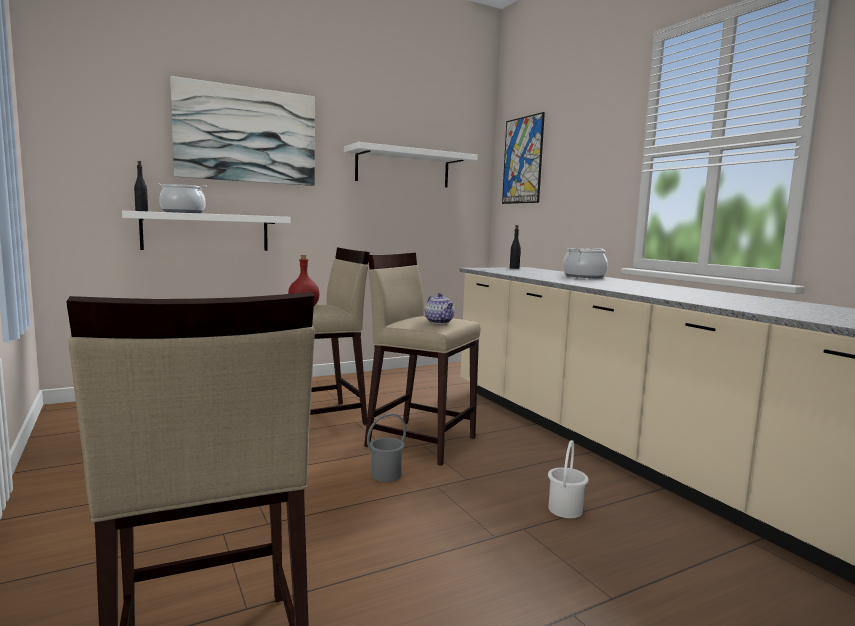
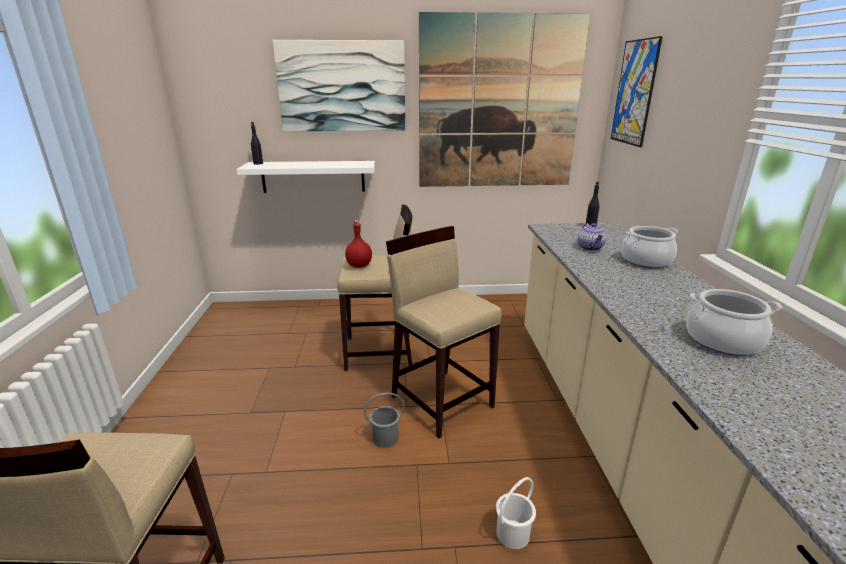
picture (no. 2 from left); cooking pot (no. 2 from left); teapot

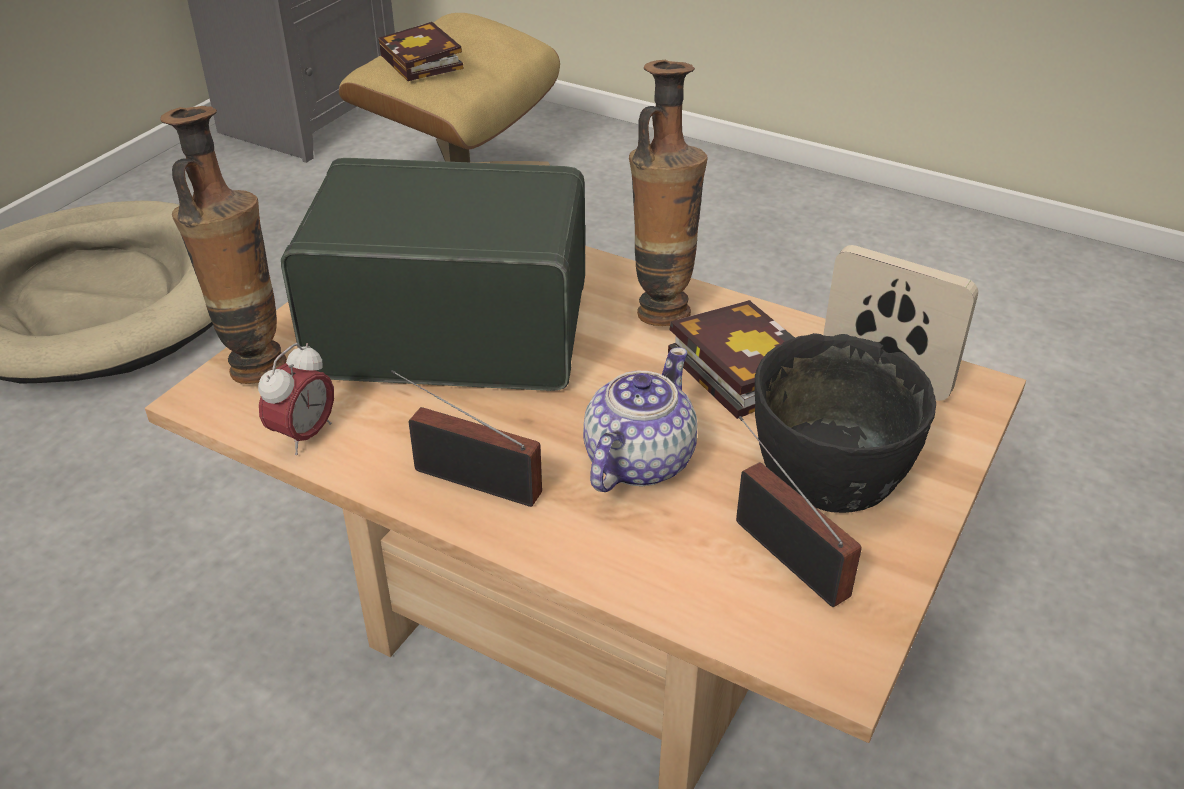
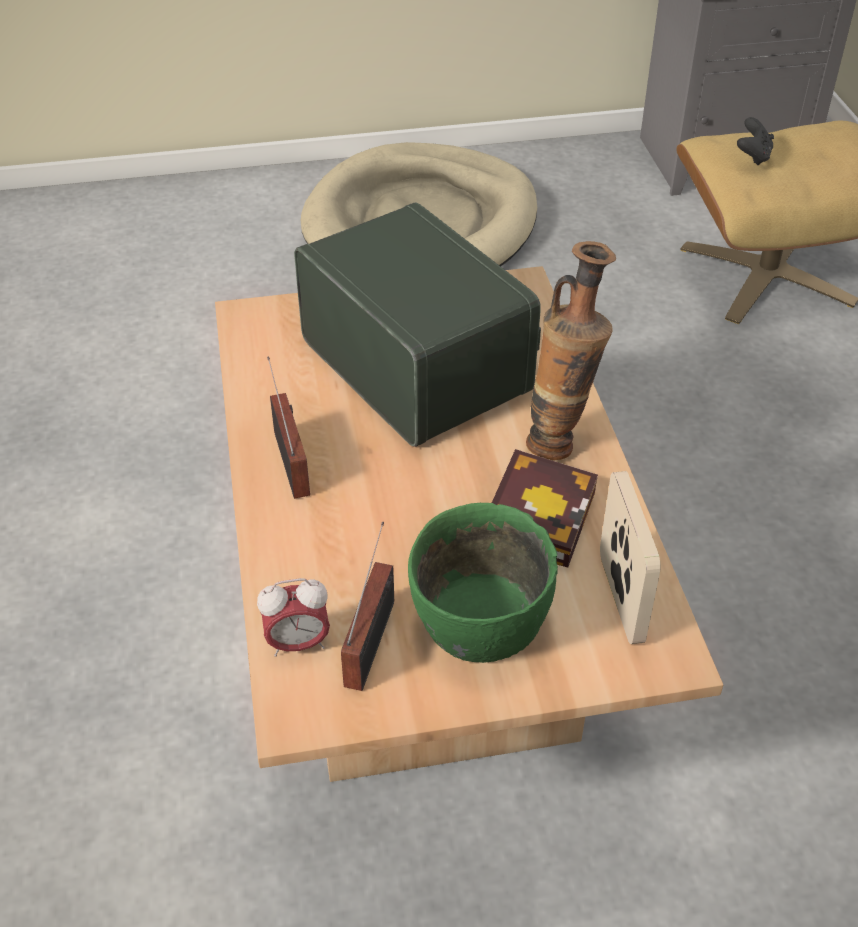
black game controller; vase (no. 1 from left in the first image); green bowl; alarm clock; teapot

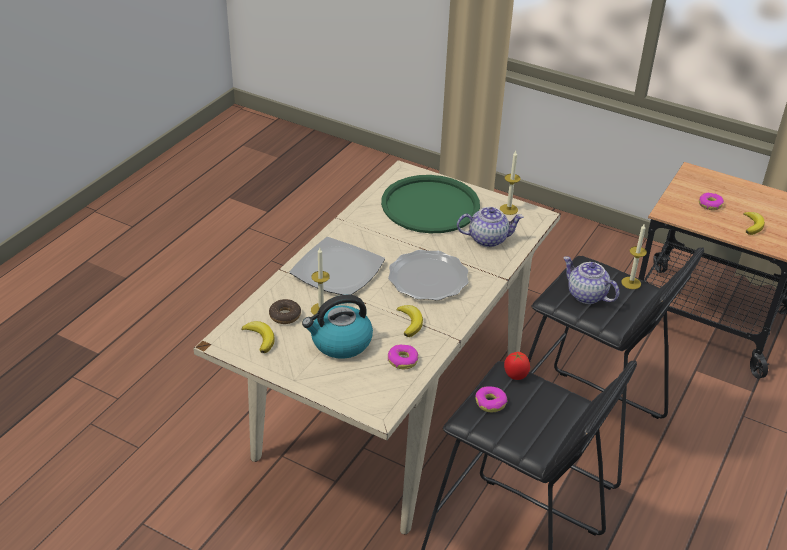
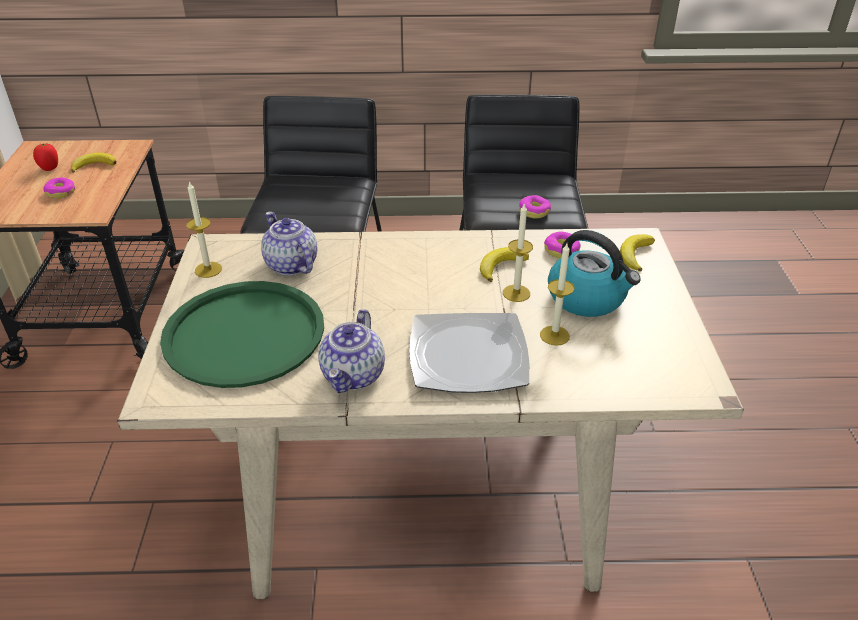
candle (no. 2 from left); plate (no. 2 from left in the first image); teapot (no. 2 from left); donut (no. 1 from left in the first image); banana (no. 3 from left); tomato

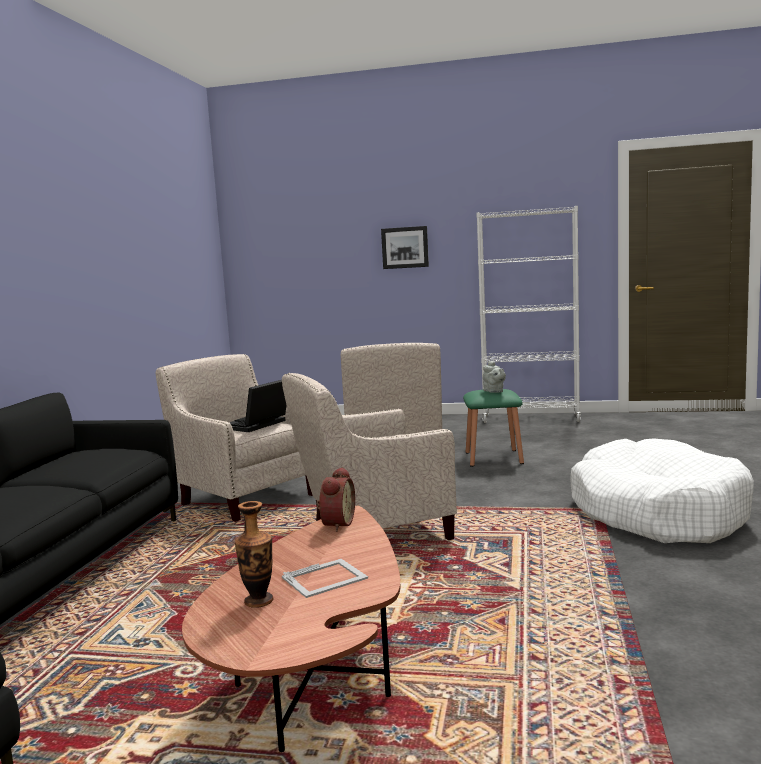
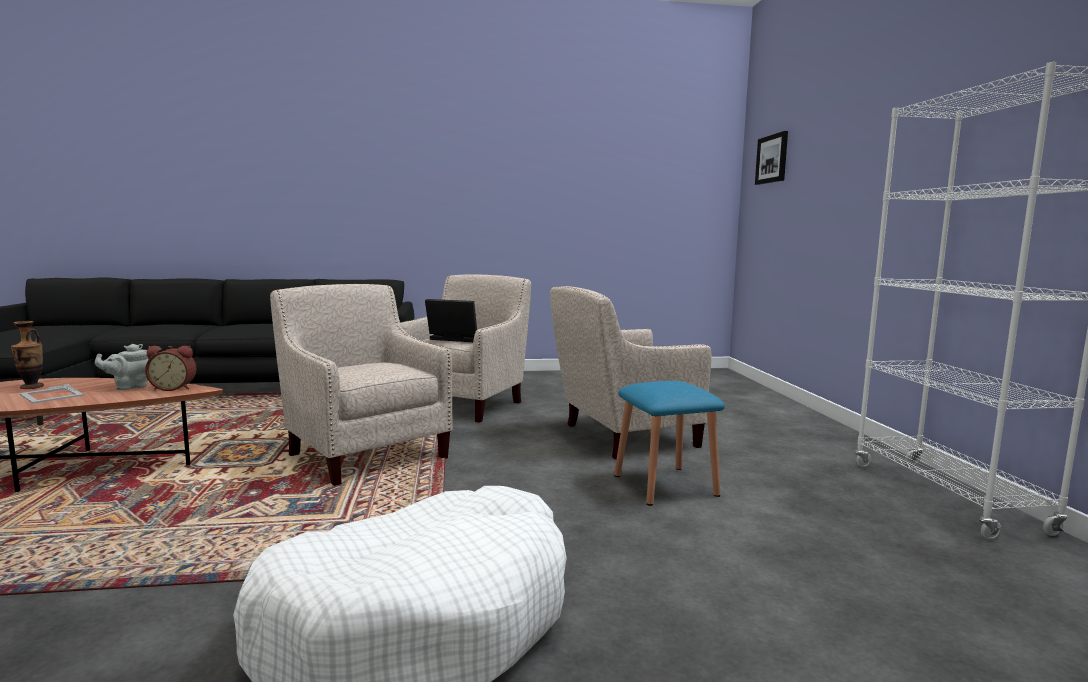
picture; grey teapot; blue stool

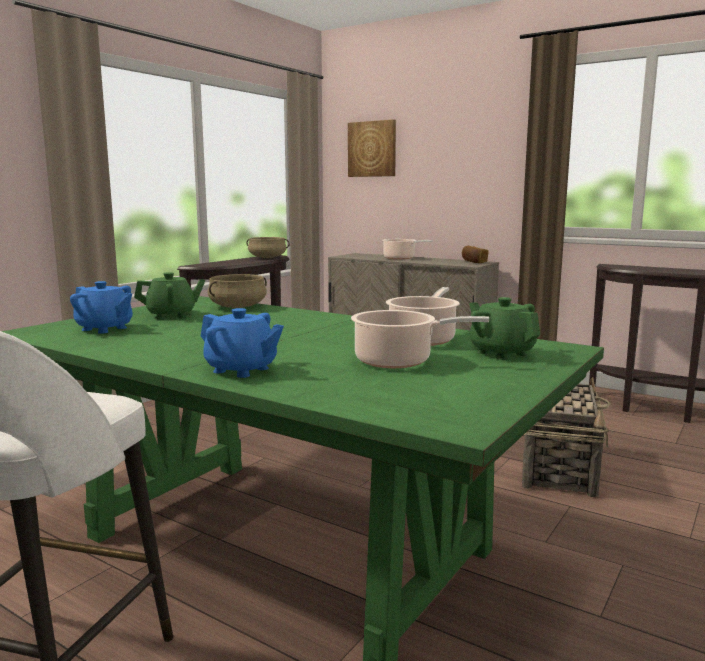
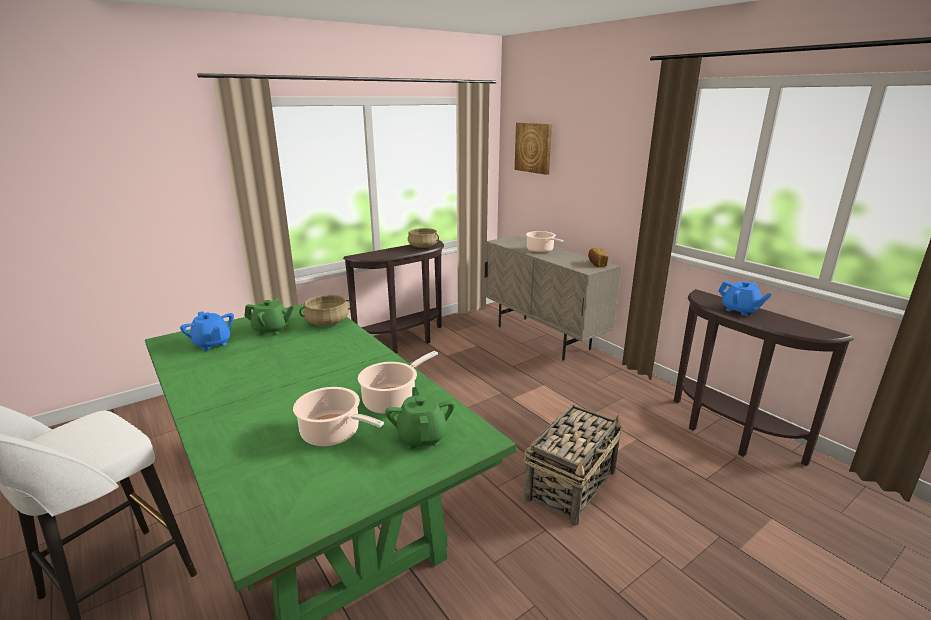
blue teapot (no. 2 from left)

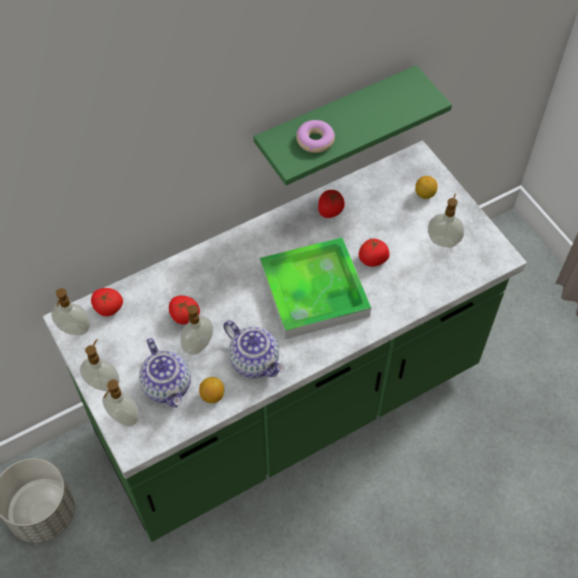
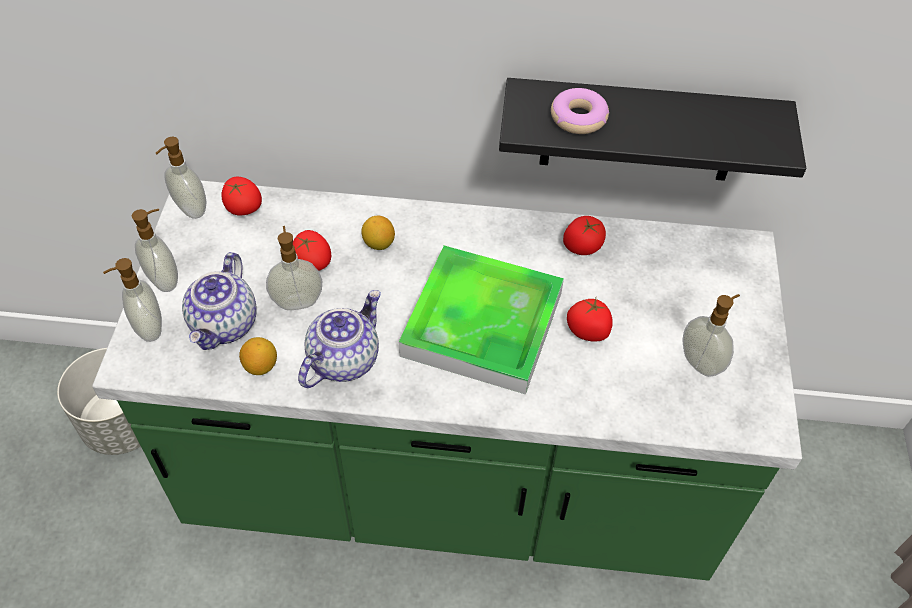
black shelf; lemon (no. 2 from left); teapot (no. 2 from left)

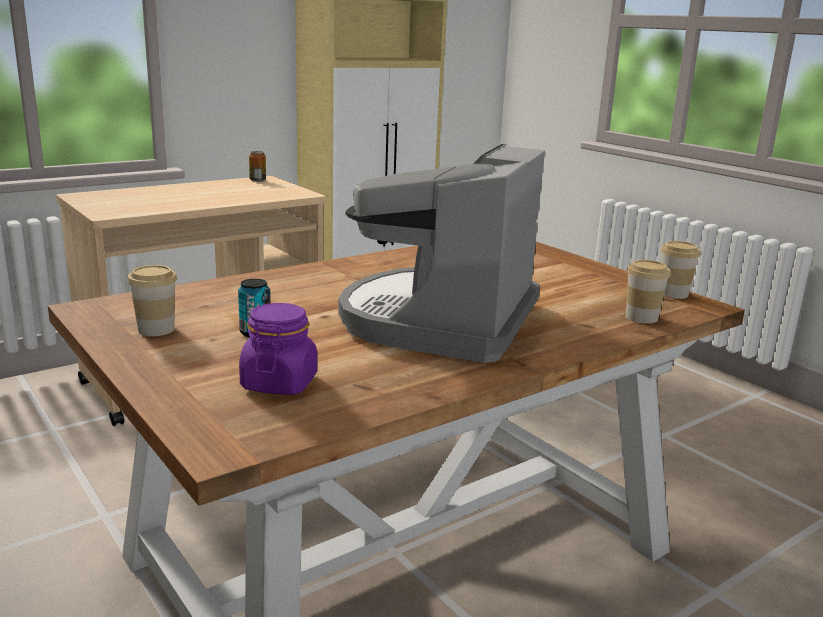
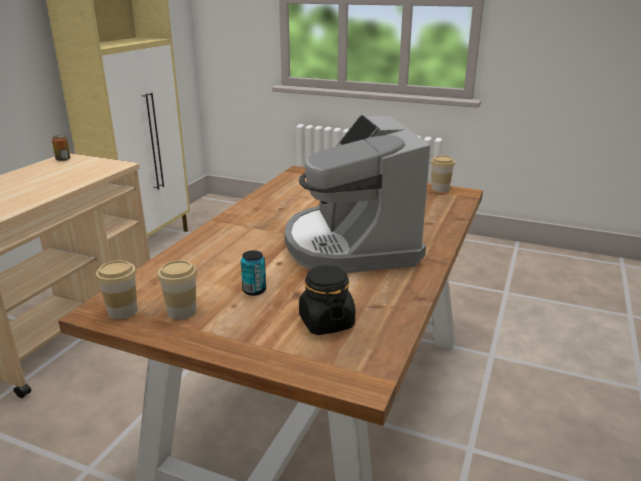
cup (no. 1 from left); black jar

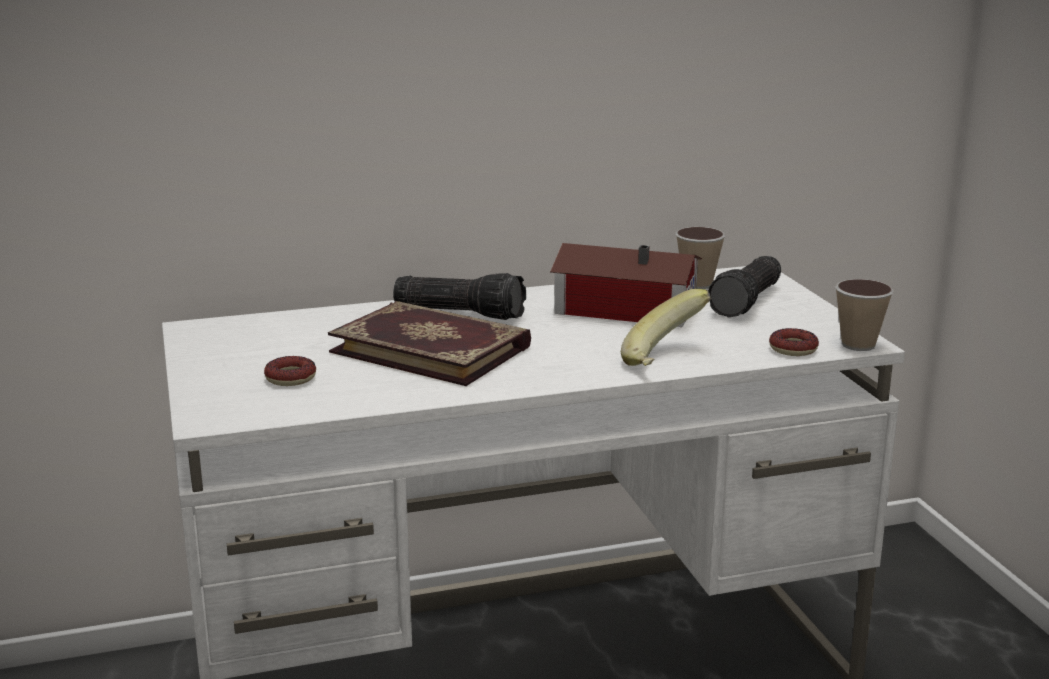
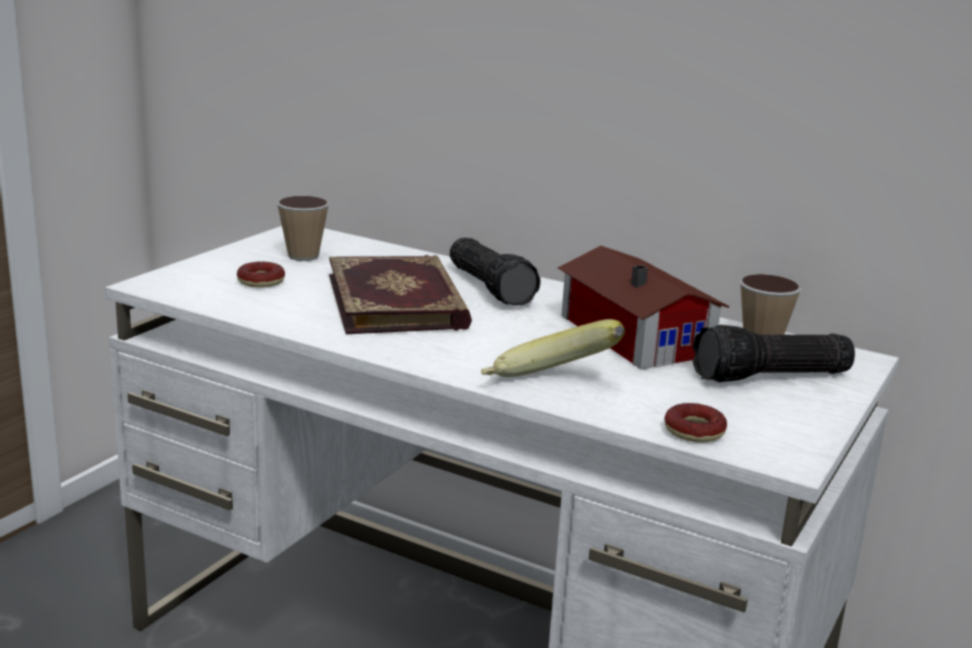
cup (no. 1 from left)

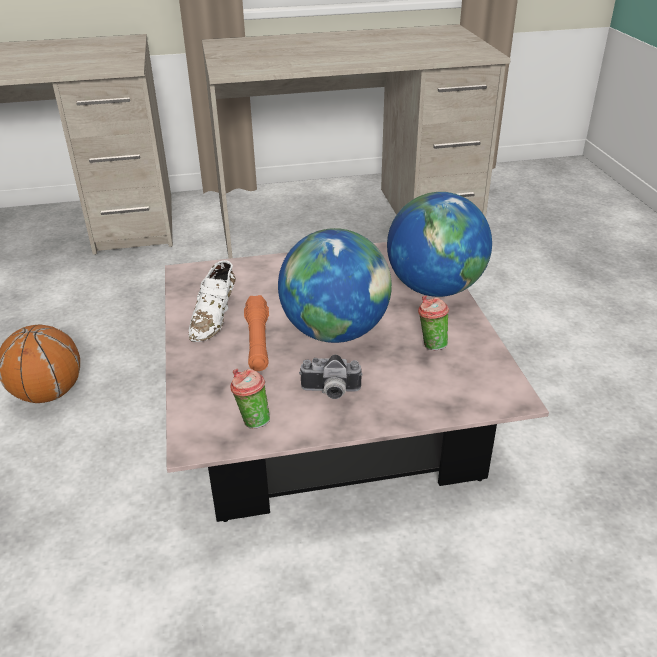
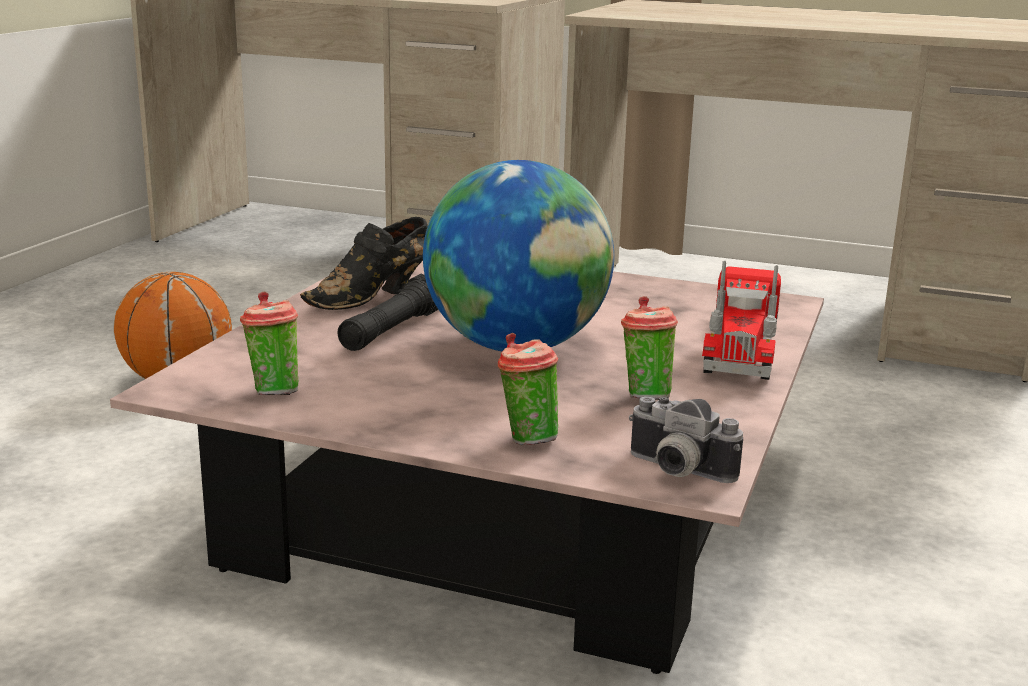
toy truck; black shoe; black flashlight; photo camera; cup (no. 2 from left)

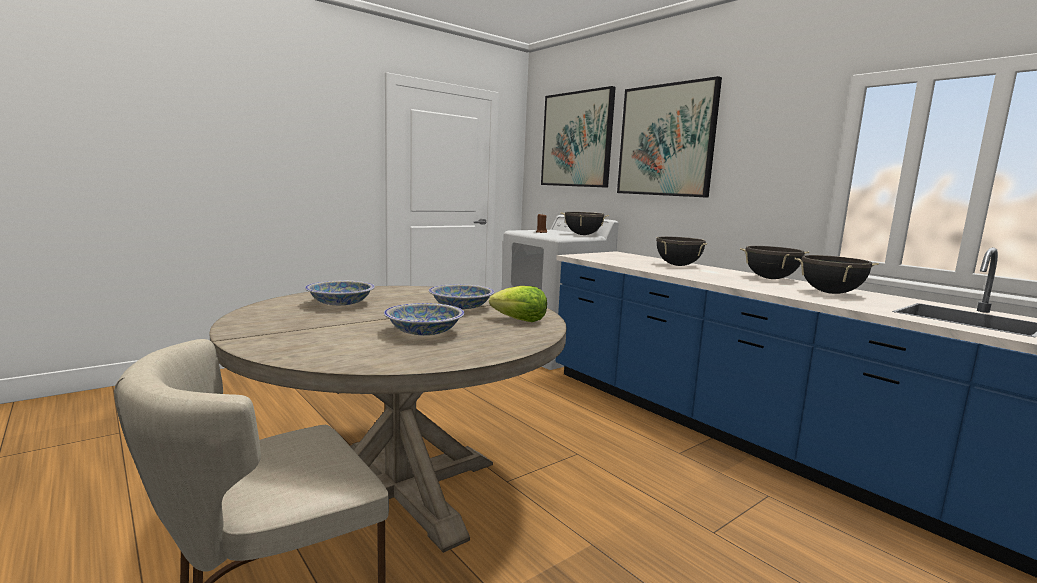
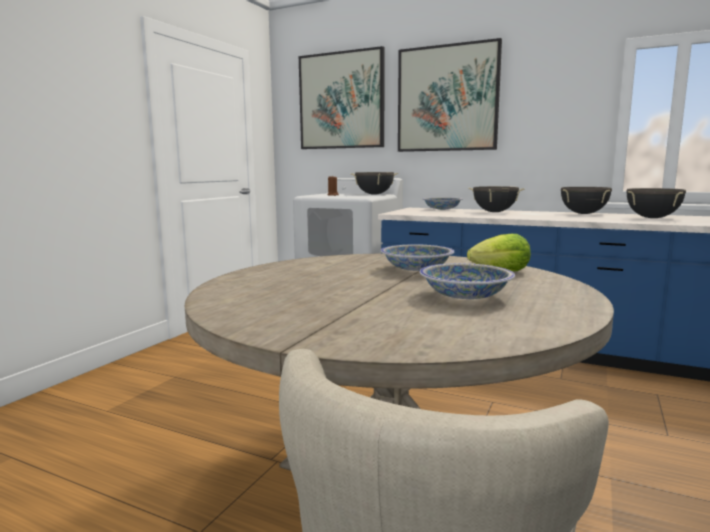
bowl (no. 2 from left)

